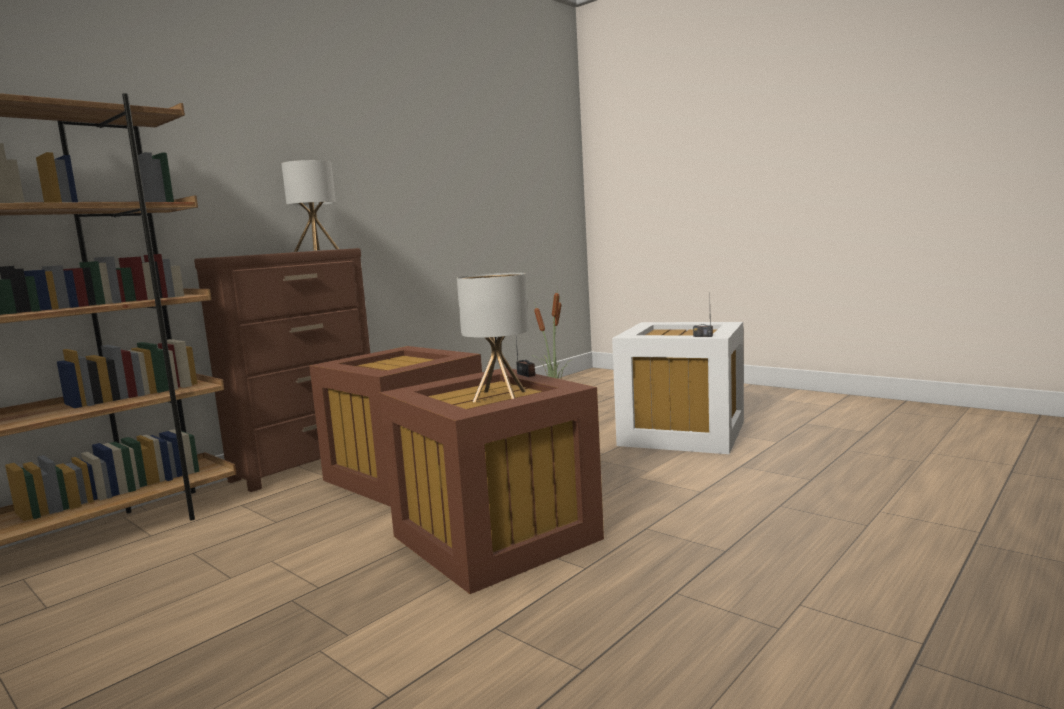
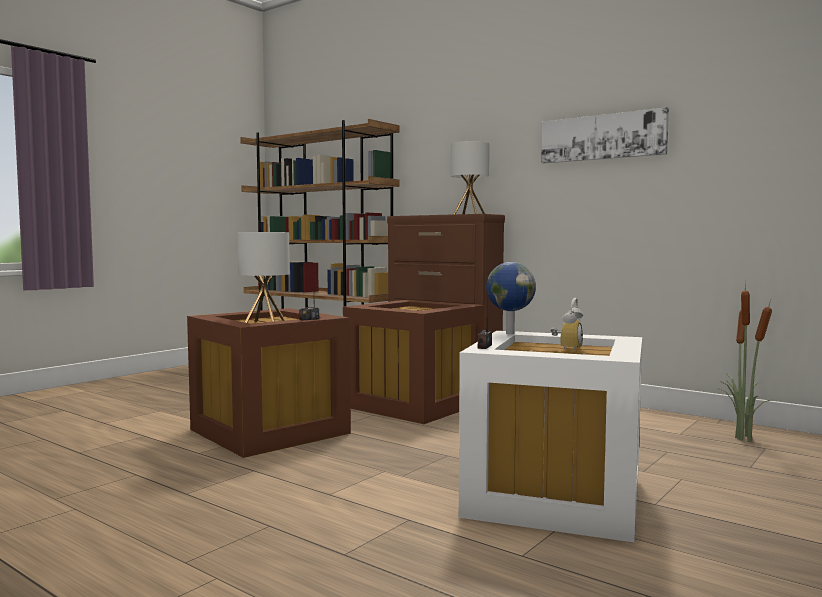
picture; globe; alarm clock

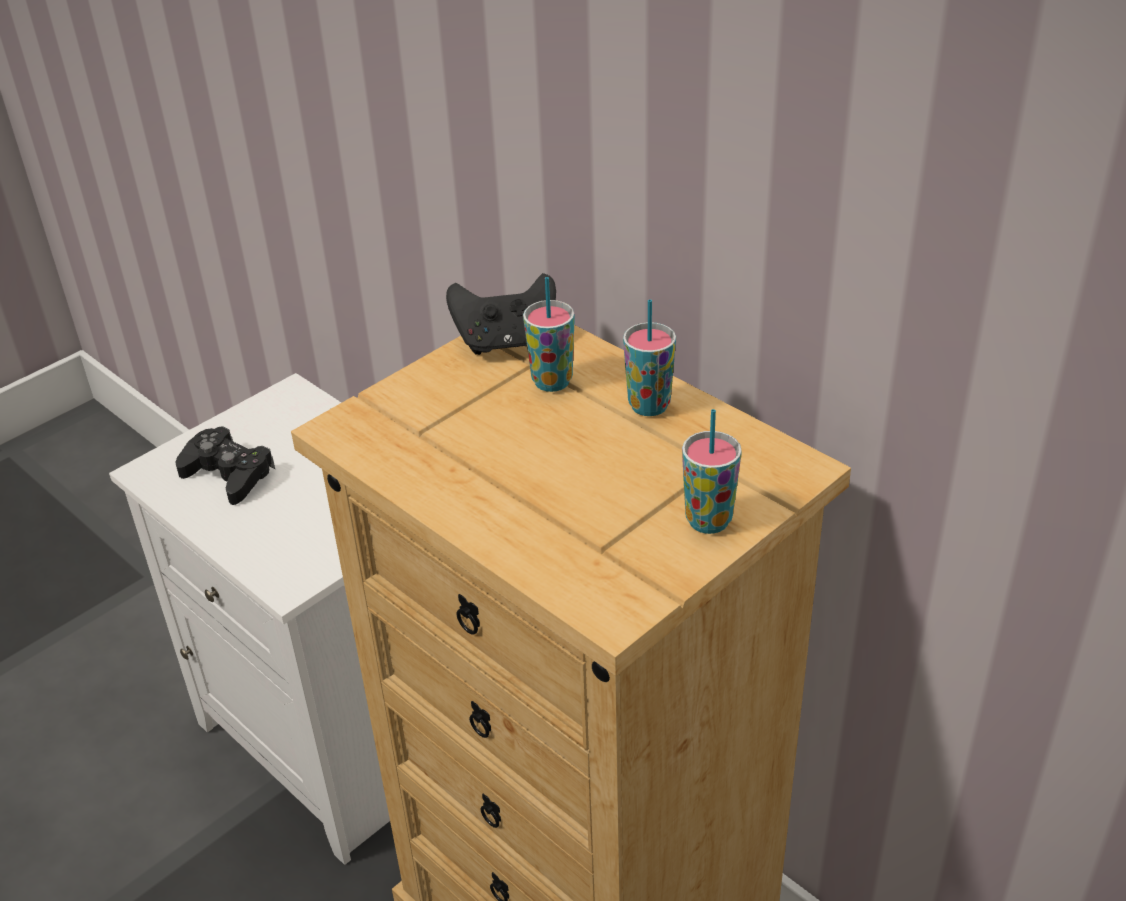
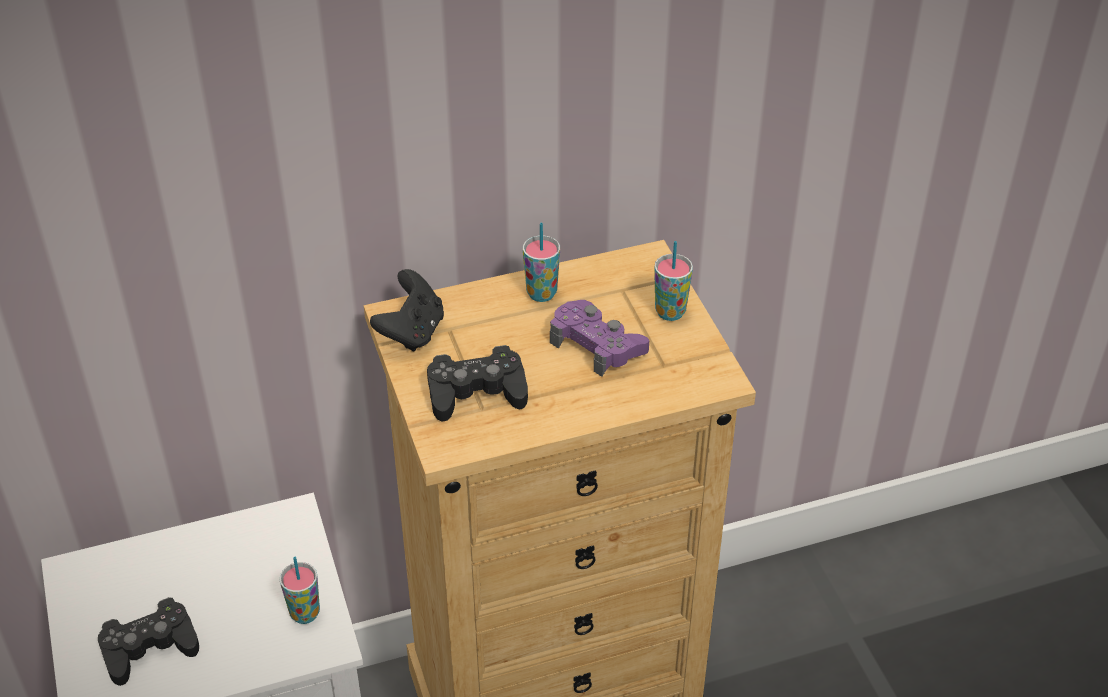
cup (no. 1 from left); purple game controller; black game controller (no. 3 from left)

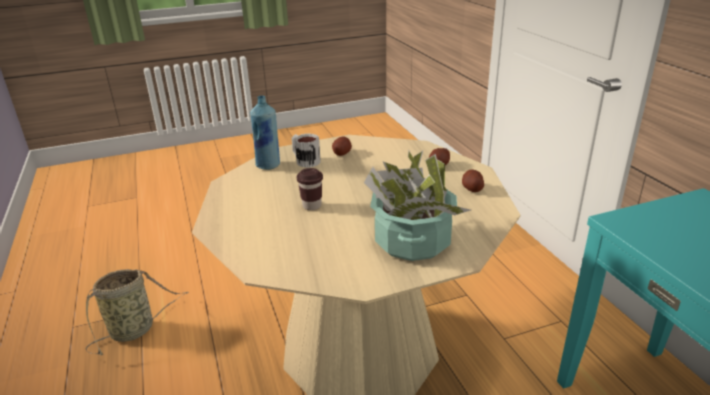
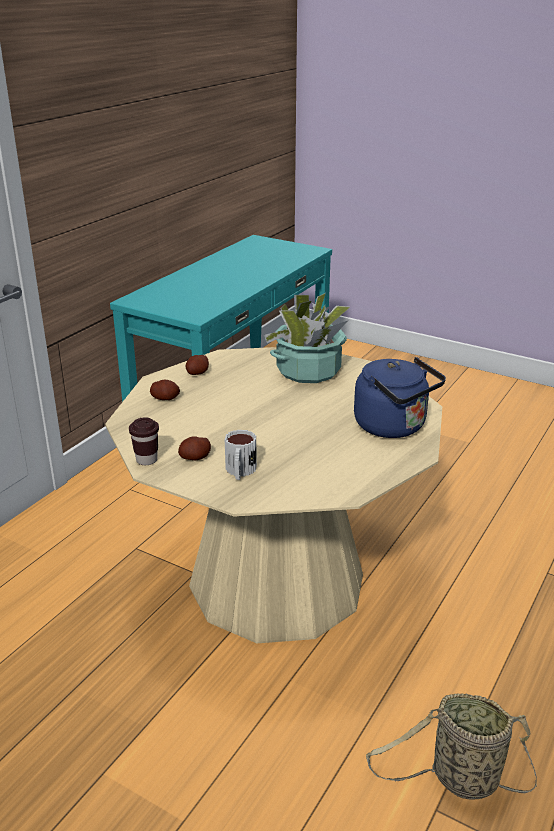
blue bottle; brown cup; blue kettle

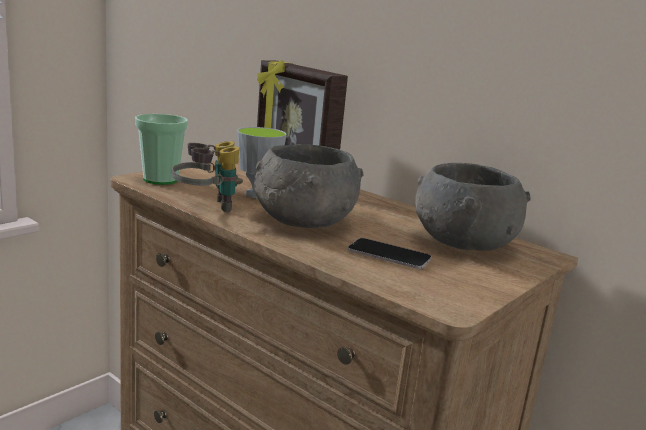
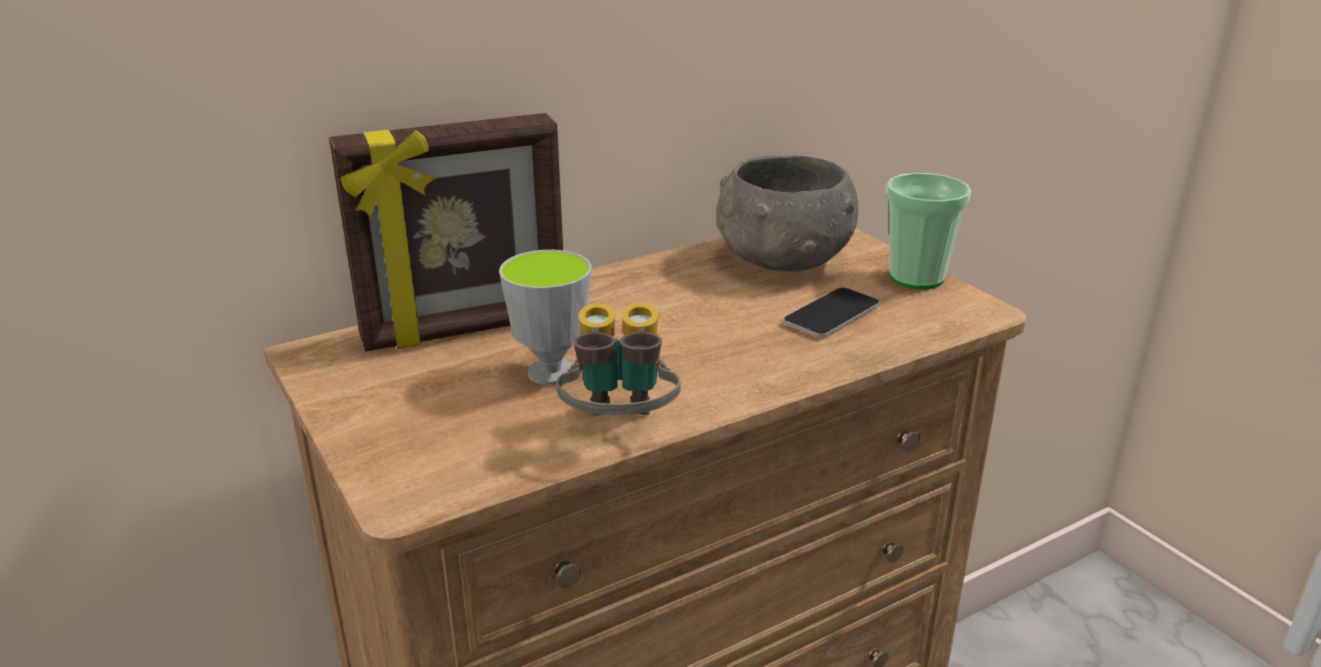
cup (no. 2 from left); grey bowl (no. 1 from left in the first image)

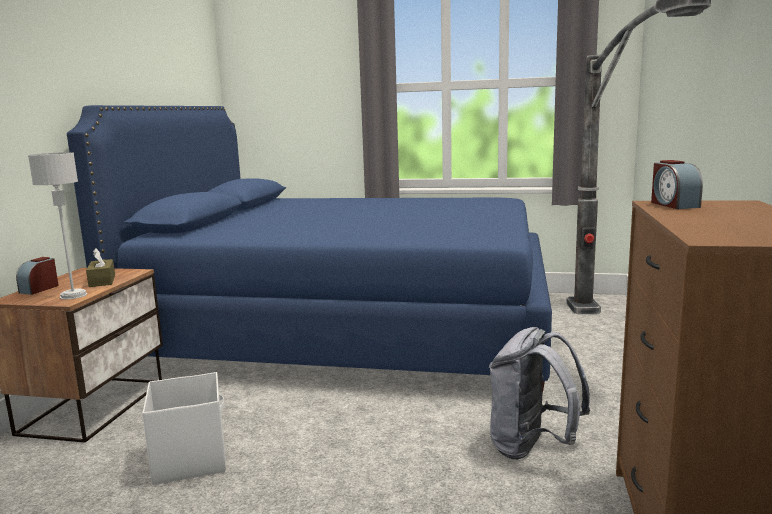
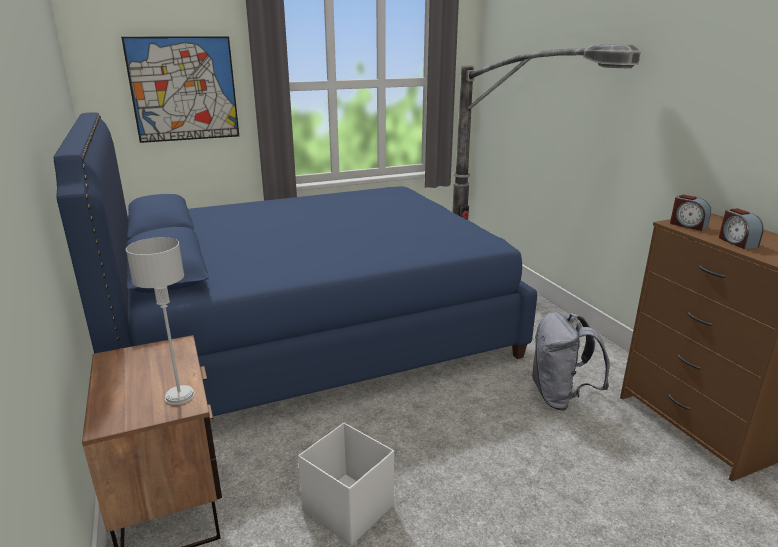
brown tissue box; alarm clock (no. 2 from left); picture

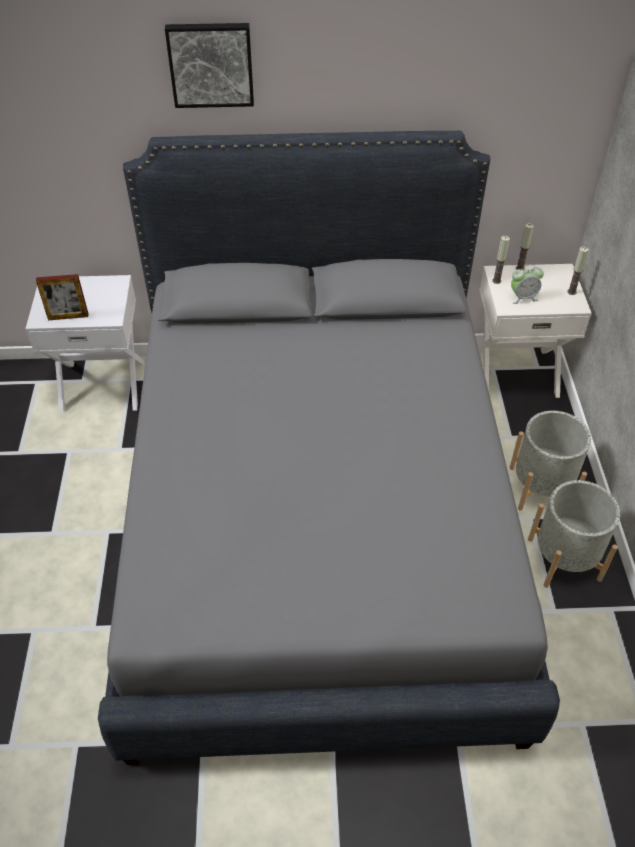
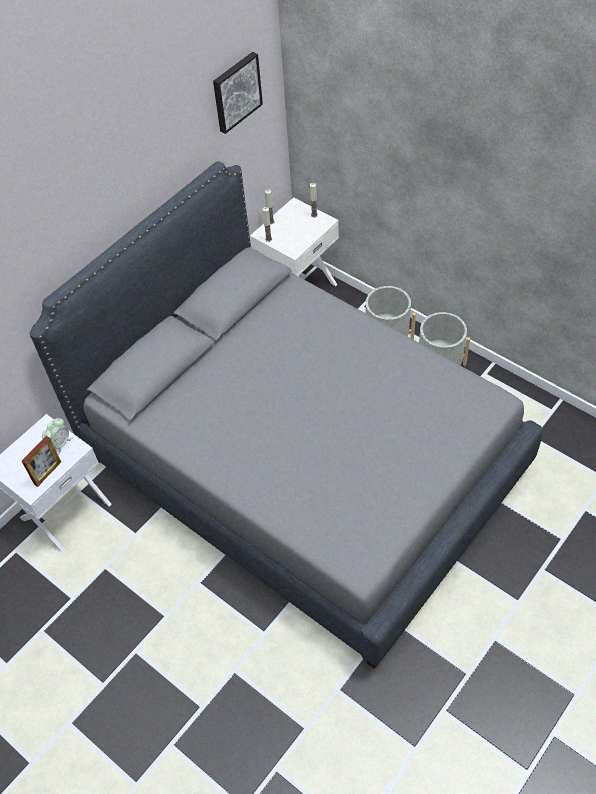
picture; alarm clock

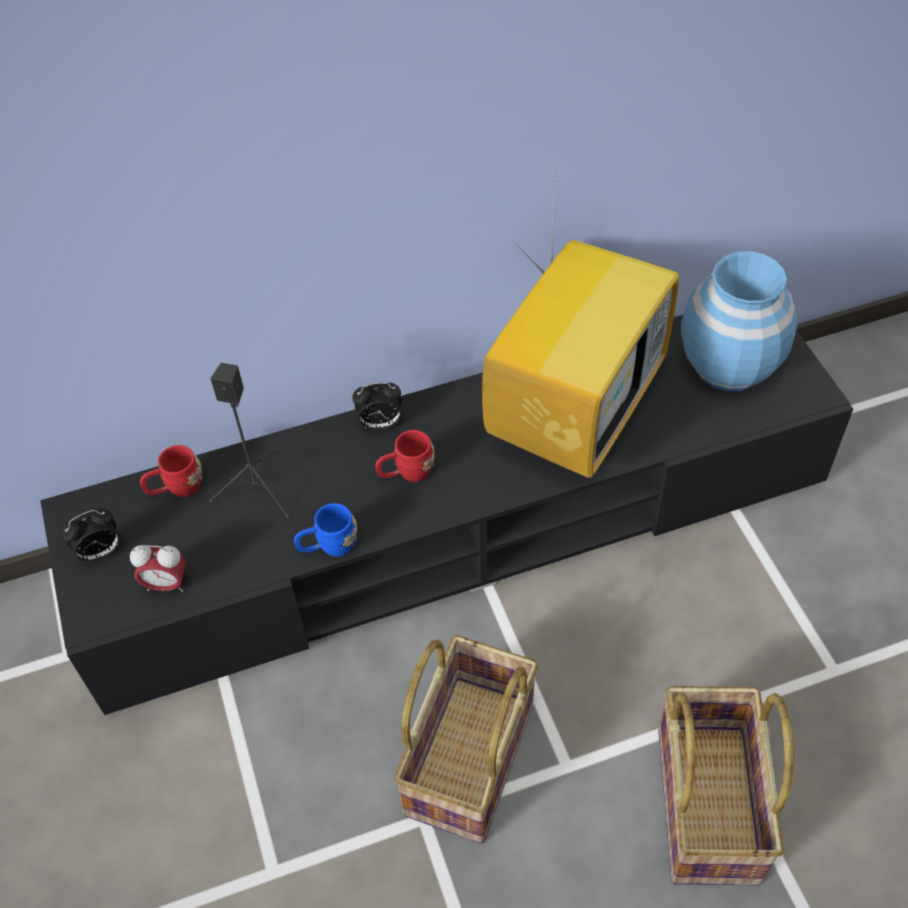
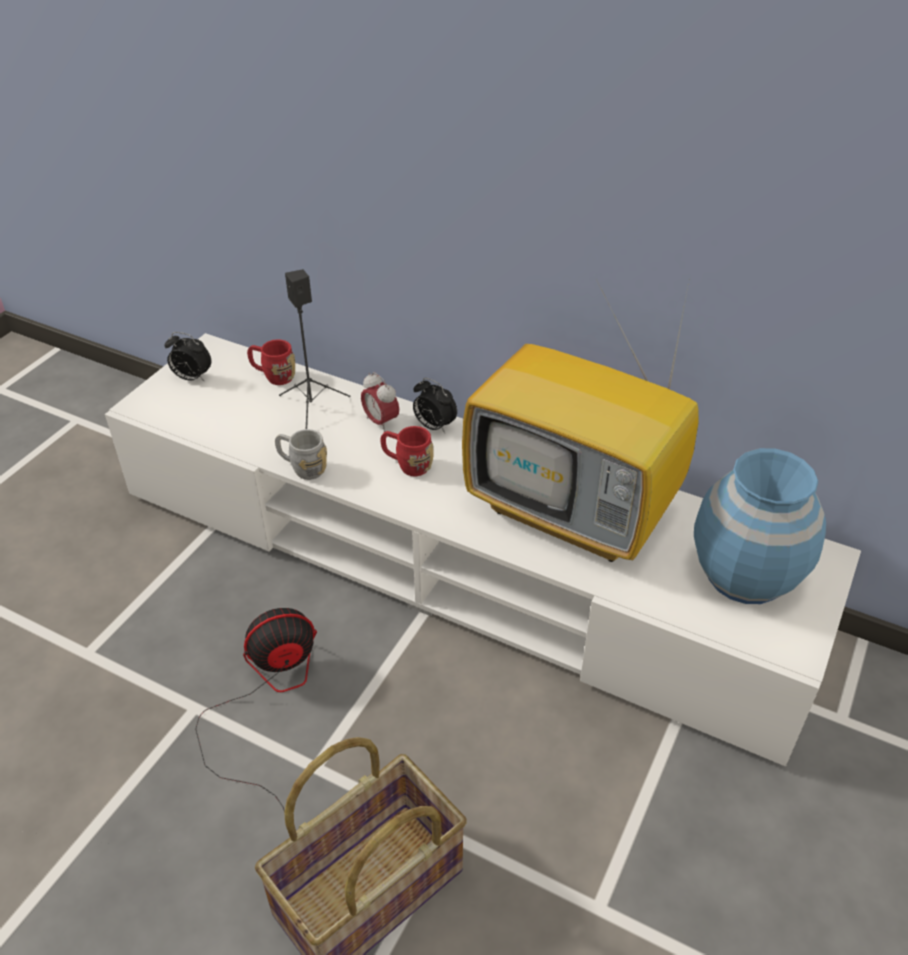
television; white tv stand; grey mug; alarm clock (no. 2 from left); fan

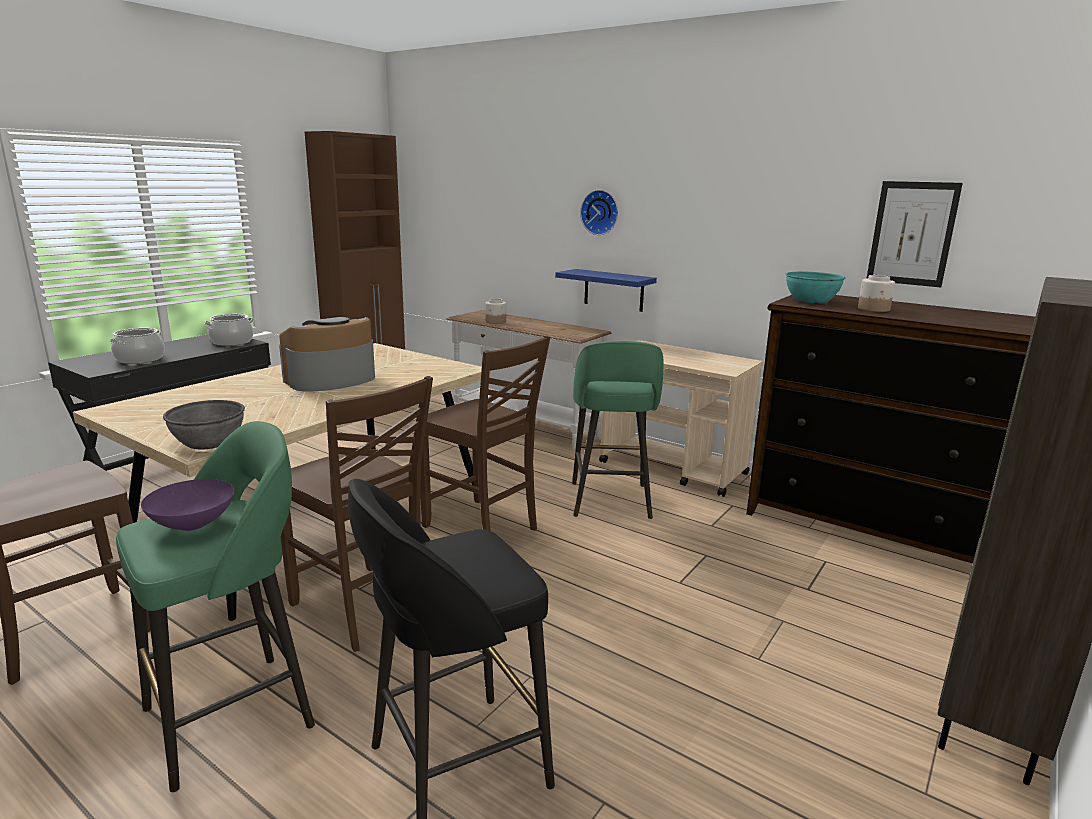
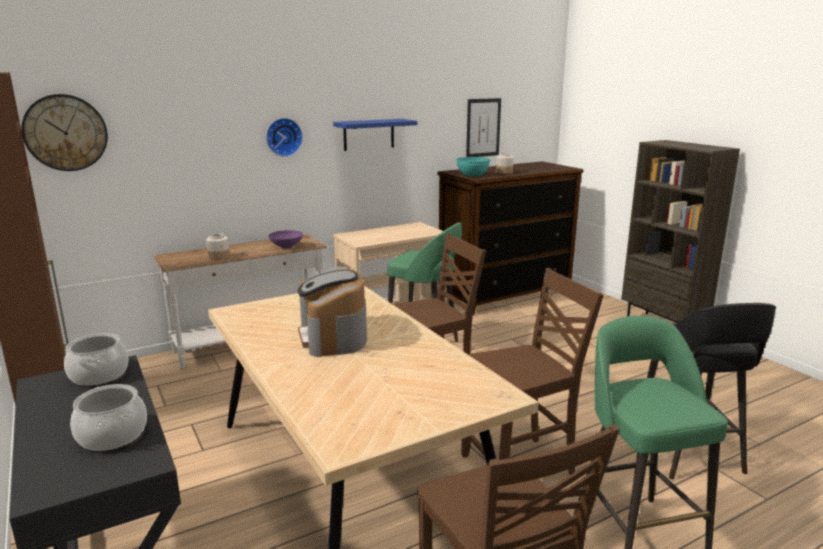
blue shelf; grey bowl; purple bowl; wall clock (no. 1 from left)

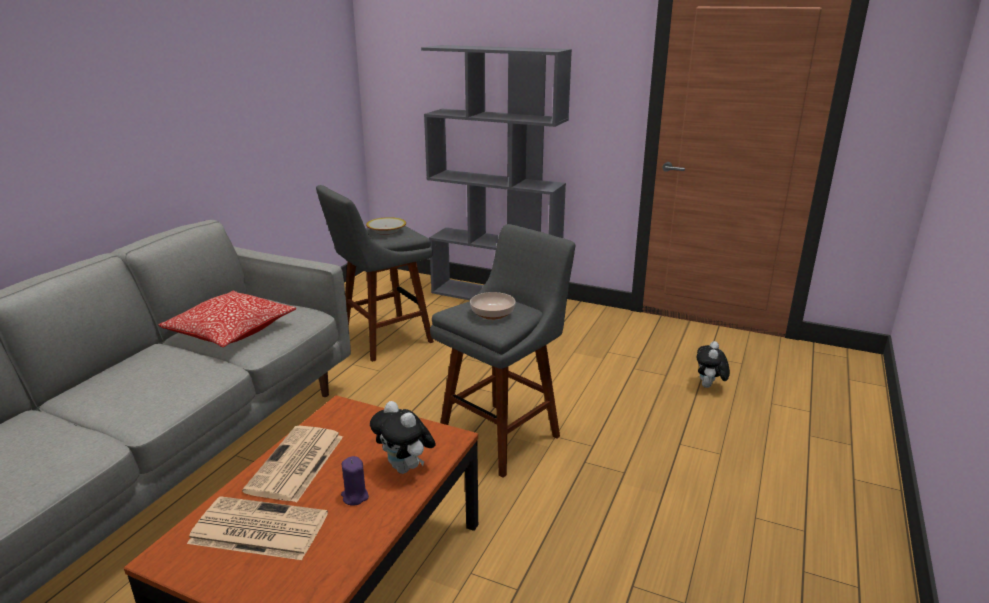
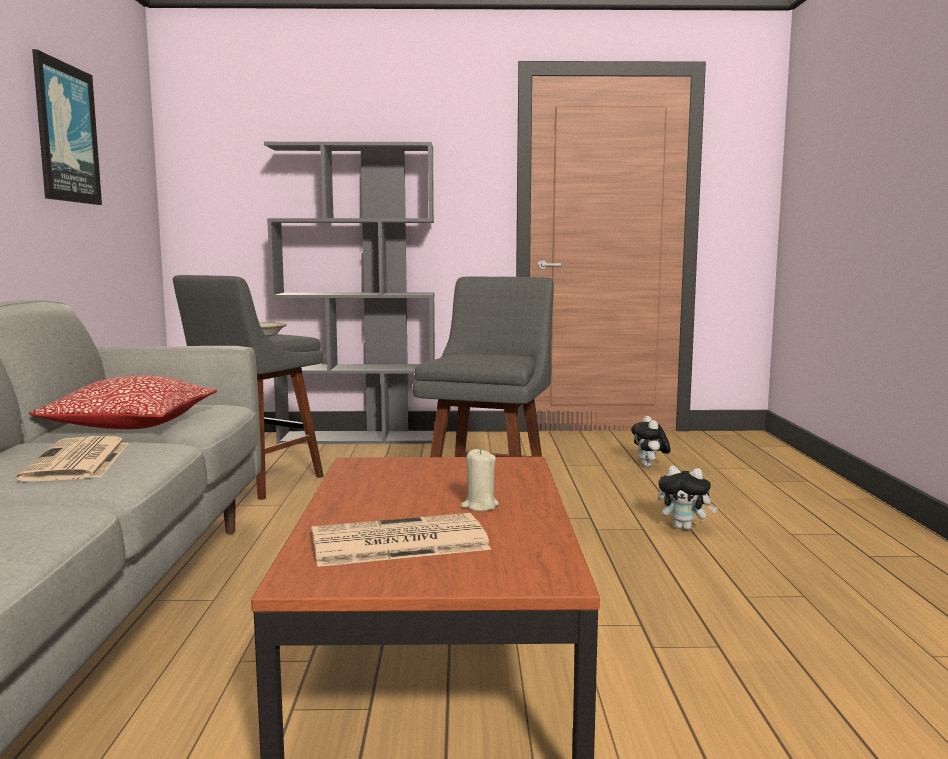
bowl (no. 2 from left in the first image); plush toy (no. 2 from left); newspaper (no. 1 from left); beige candle; picture

